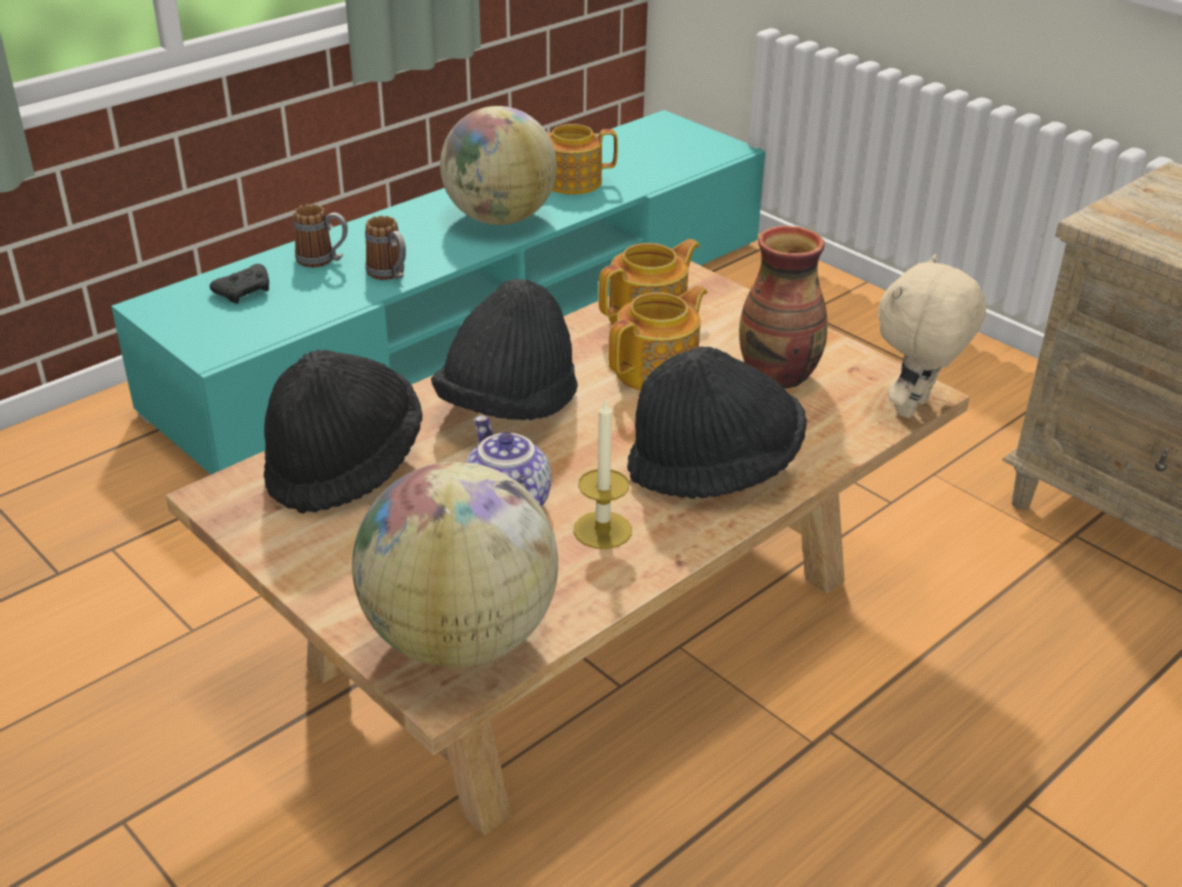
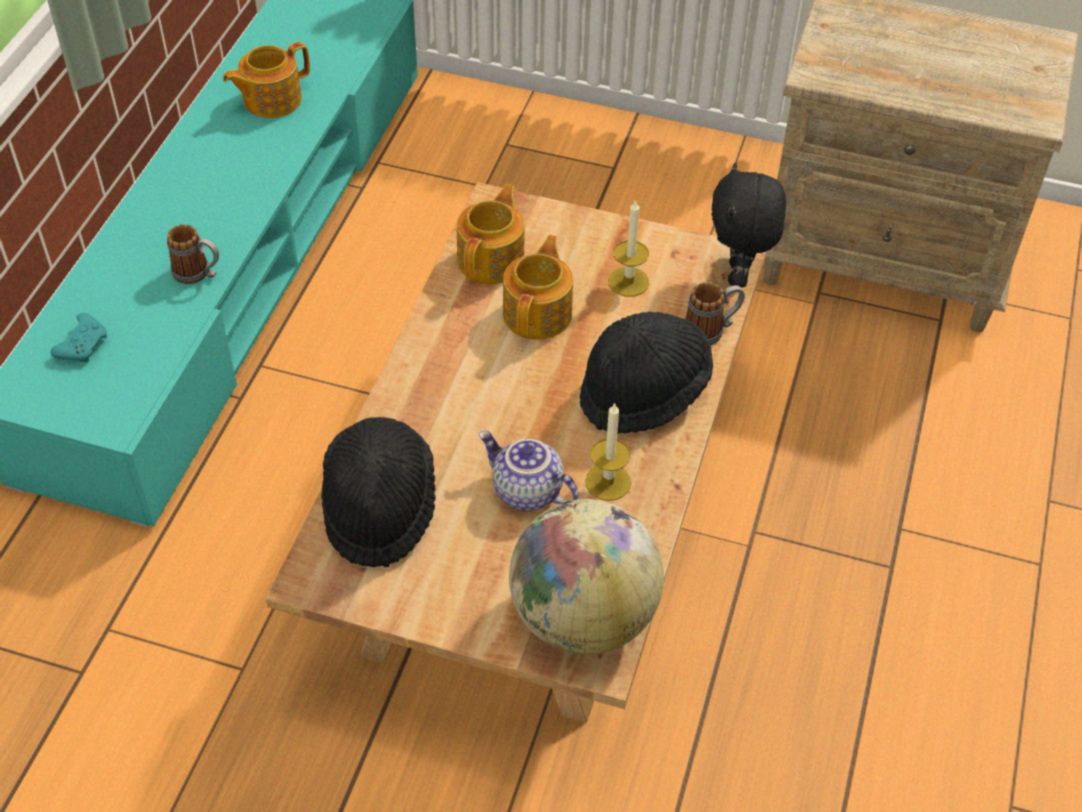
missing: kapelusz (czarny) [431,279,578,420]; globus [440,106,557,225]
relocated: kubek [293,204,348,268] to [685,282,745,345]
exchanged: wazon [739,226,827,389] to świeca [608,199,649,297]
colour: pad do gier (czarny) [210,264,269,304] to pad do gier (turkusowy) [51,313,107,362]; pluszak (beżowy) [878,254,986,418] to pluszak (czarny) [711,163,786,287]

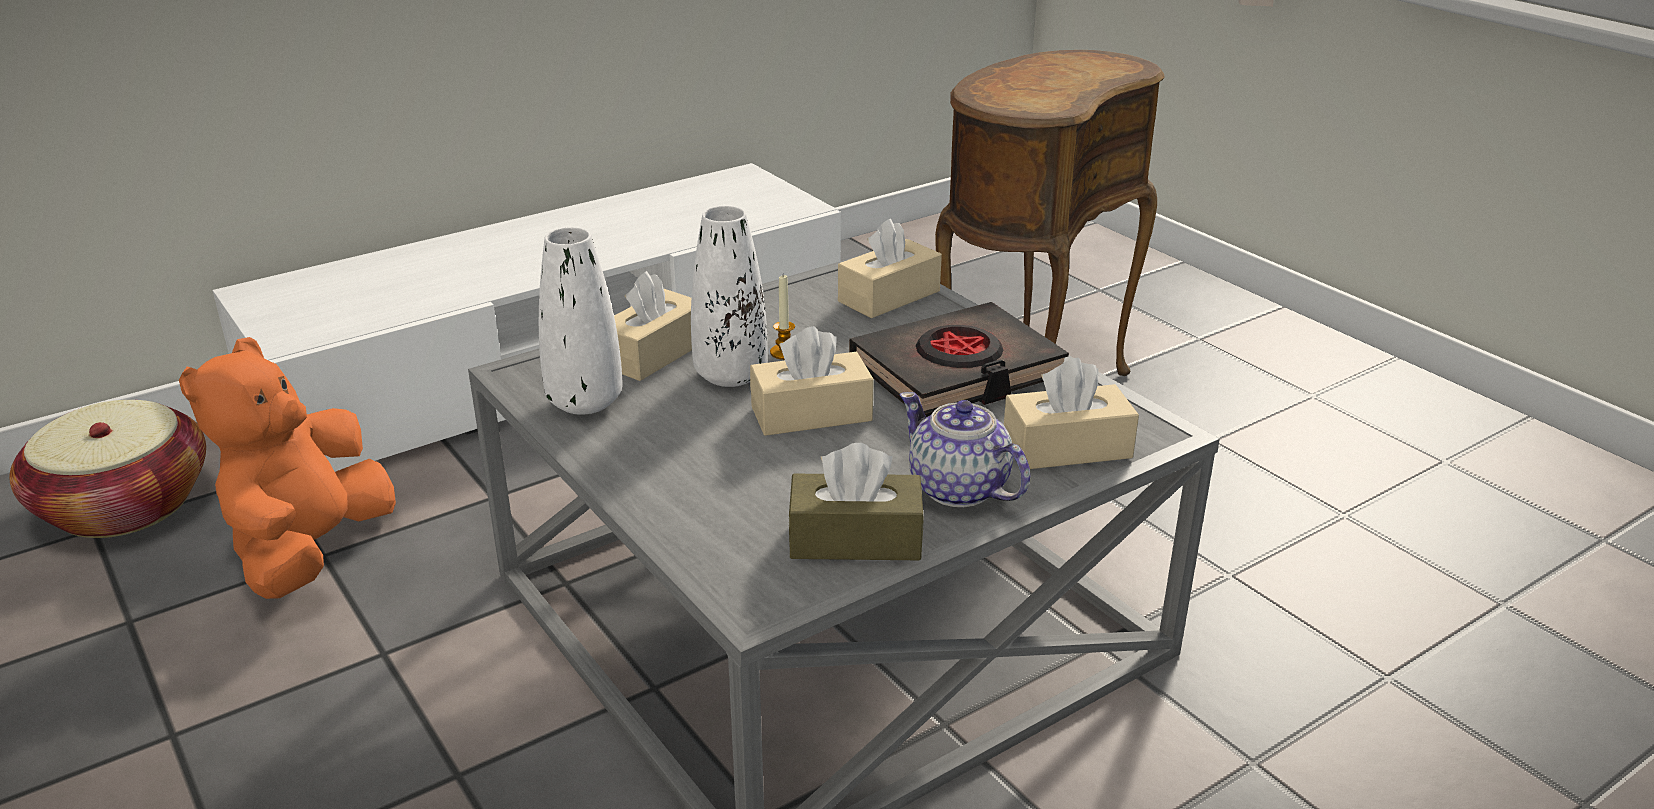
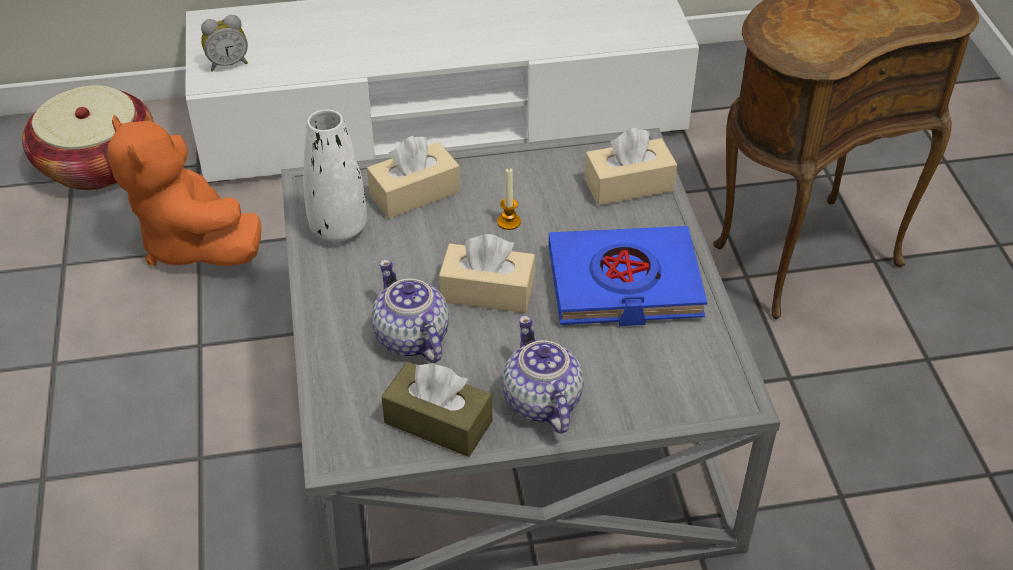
missing: wazon (biały) [691,206,768,387]; pudełko chusteczek (beżowy) [1004,358,1139,469]
appeared: budzik [201,15,248,72]; imbryk [372,259,449,363]
colour: książka (czarny) [849,302,1069,417] to książka (niebieski) [549,226,707,326]
spun: pluszak (pomarańczowy) [179,337,396,599] = [107,115,261,266] 75 degrees counterclockwise

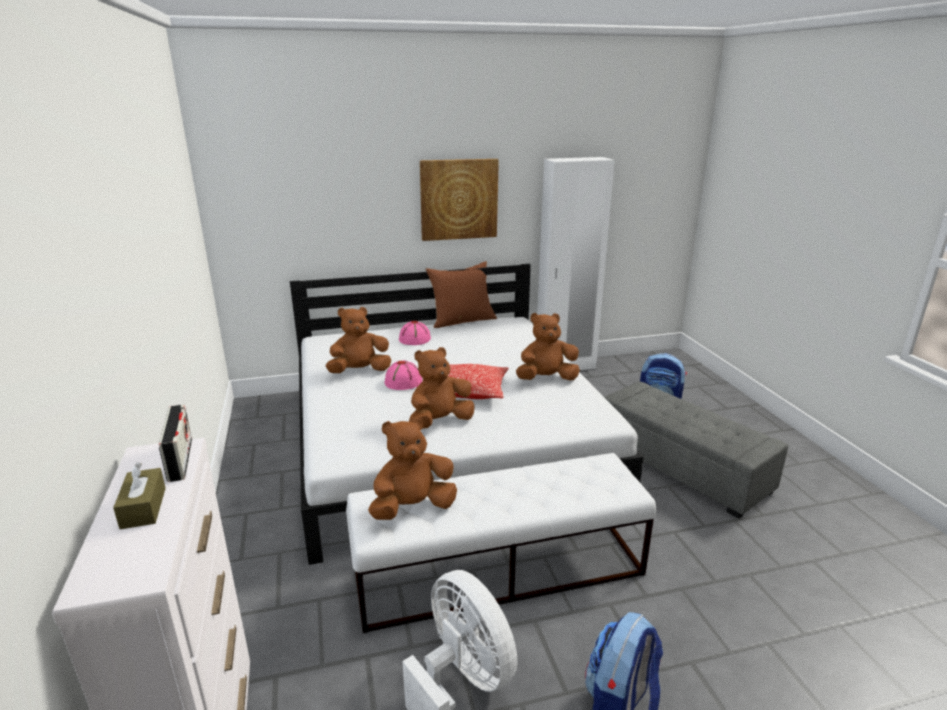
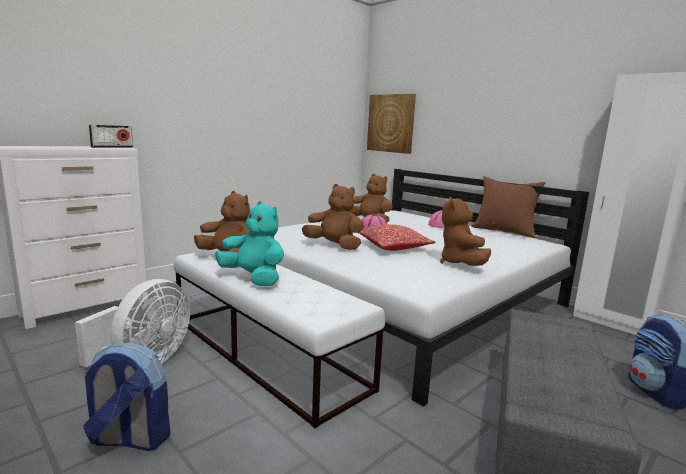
missing: pudełko chusteczek (brązowy) [113,462,166,529]
appeared: pluszak (turkusowy) [215,201,284,286]
relocated: obraz [420,159,499,241] to [367,94,416,154]
spun: pluszak (brązowy) [516,313,580,380] = [440,197,491,266] 135 degrees counterclockwise

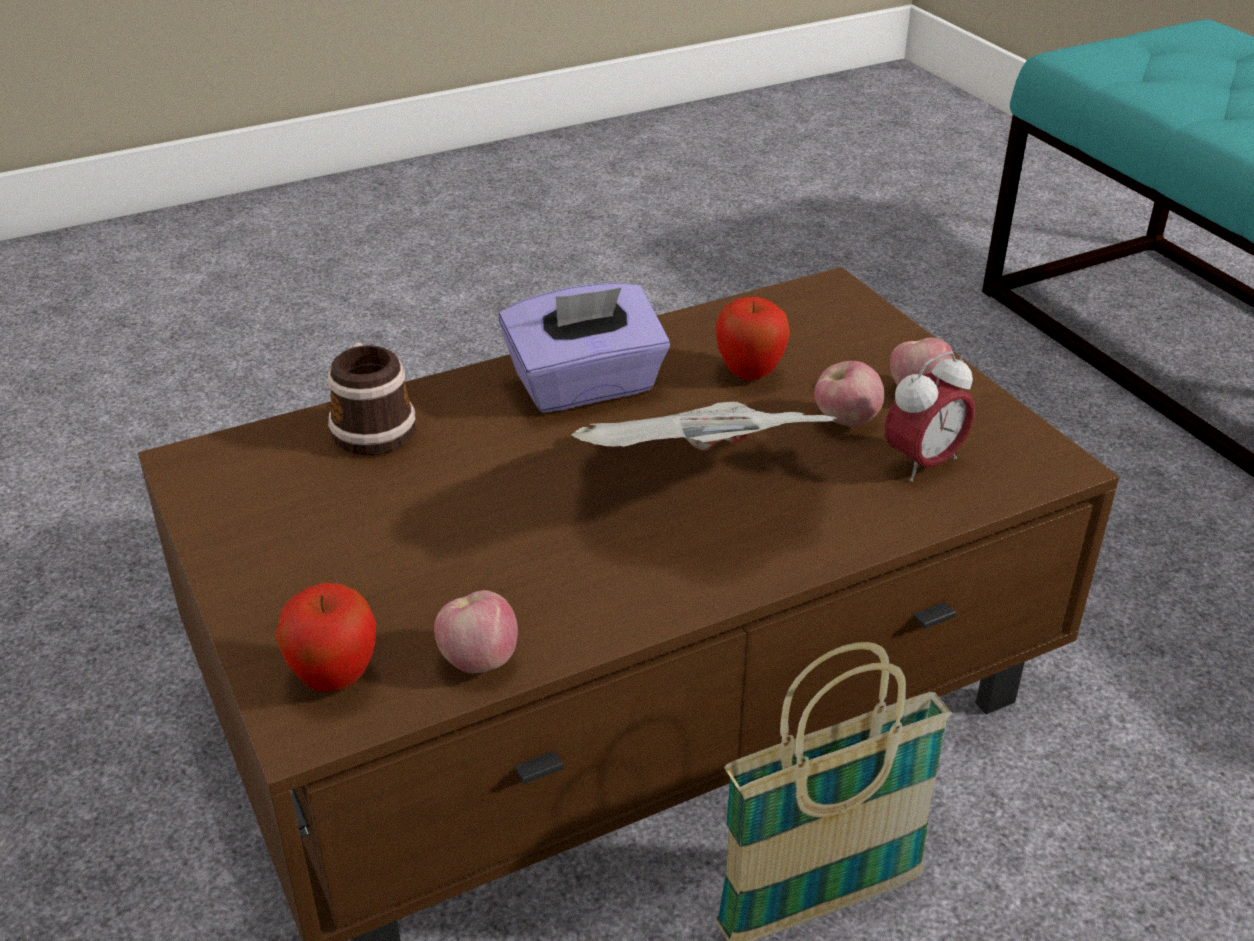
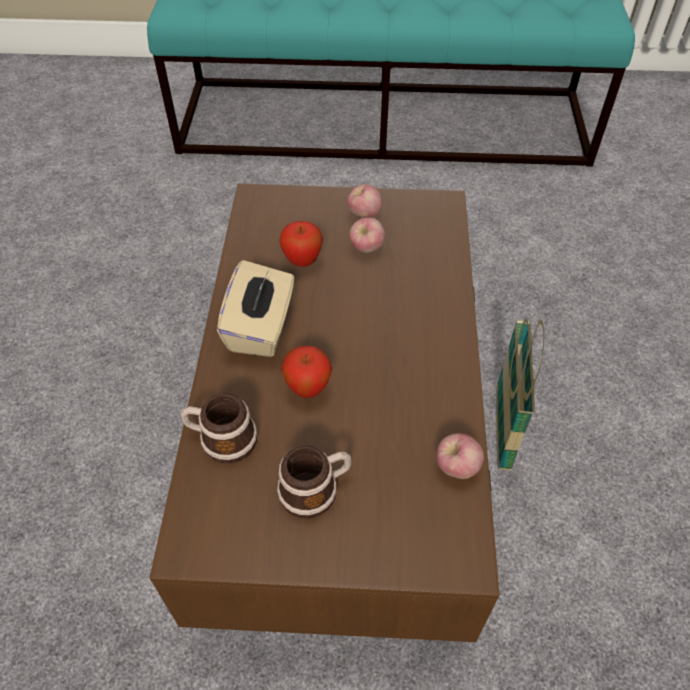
missing: gazeta [571,401,836,451]; budzik [885,351,975,482]
appeared: kubek [277,445,351,518]
relocated: jabłko [276,583,376,691] to [281,346,332,398]
colour: pudełko chusteczek (fioletowy) [499,282,670,413] to pudełko chusteczek (beżowy) [217,260,294,357]

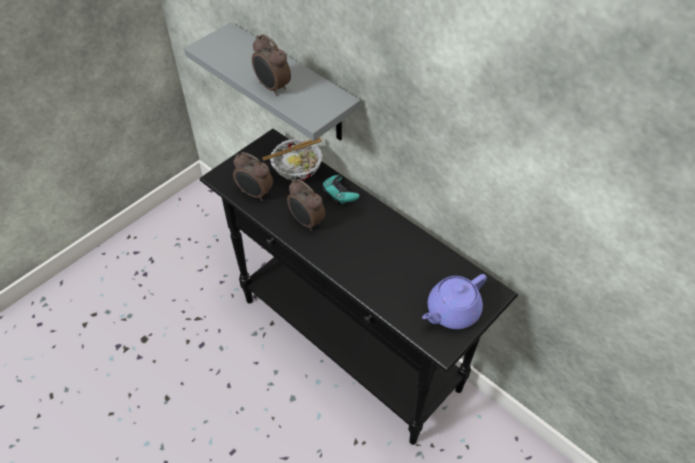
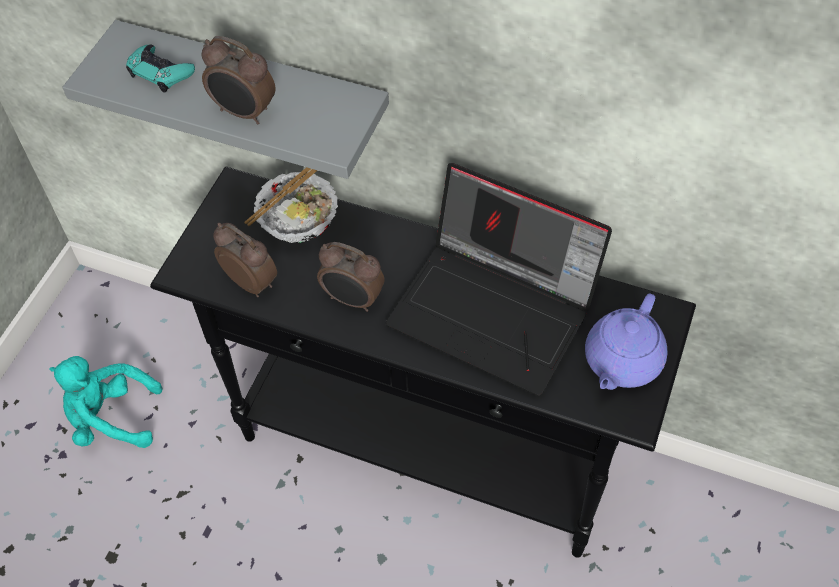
appeared: pluszak (turkusowy) [49,356,162,448]; laptop [386,163,612,396]
relocated: pad do gier (turkusowy) [322,175,360,206] to [126,45,195,93]
spun: budzik [233,152,273,201] = [213,223,277,297] 150 degrees counterclockwise

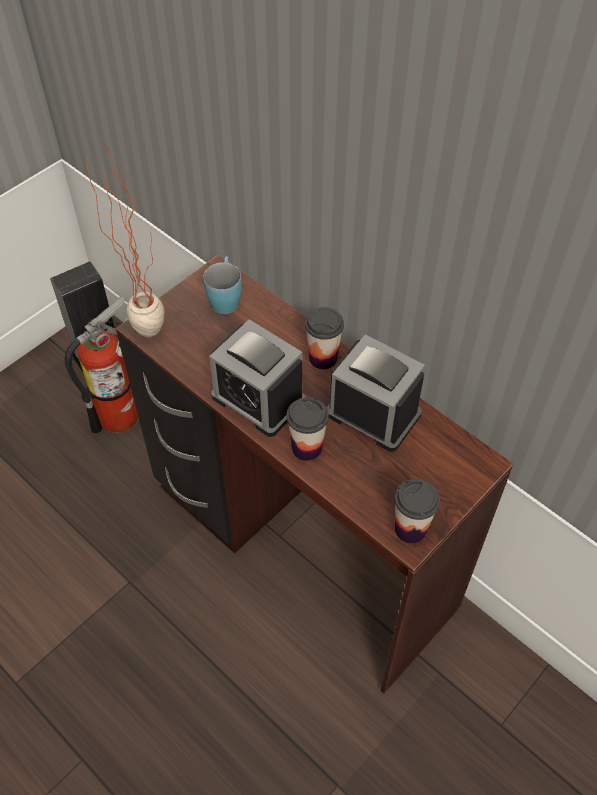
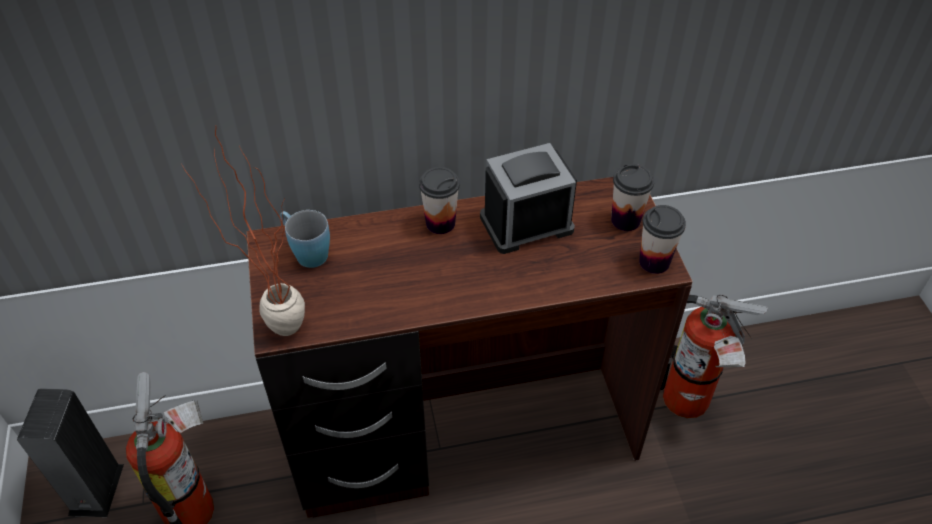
missing: budzik [209,320,306,437]
appeared: gaśnica [660,295,768,418]
relocated: filiżanka [286,397,329,461] to [611,164,654,231]

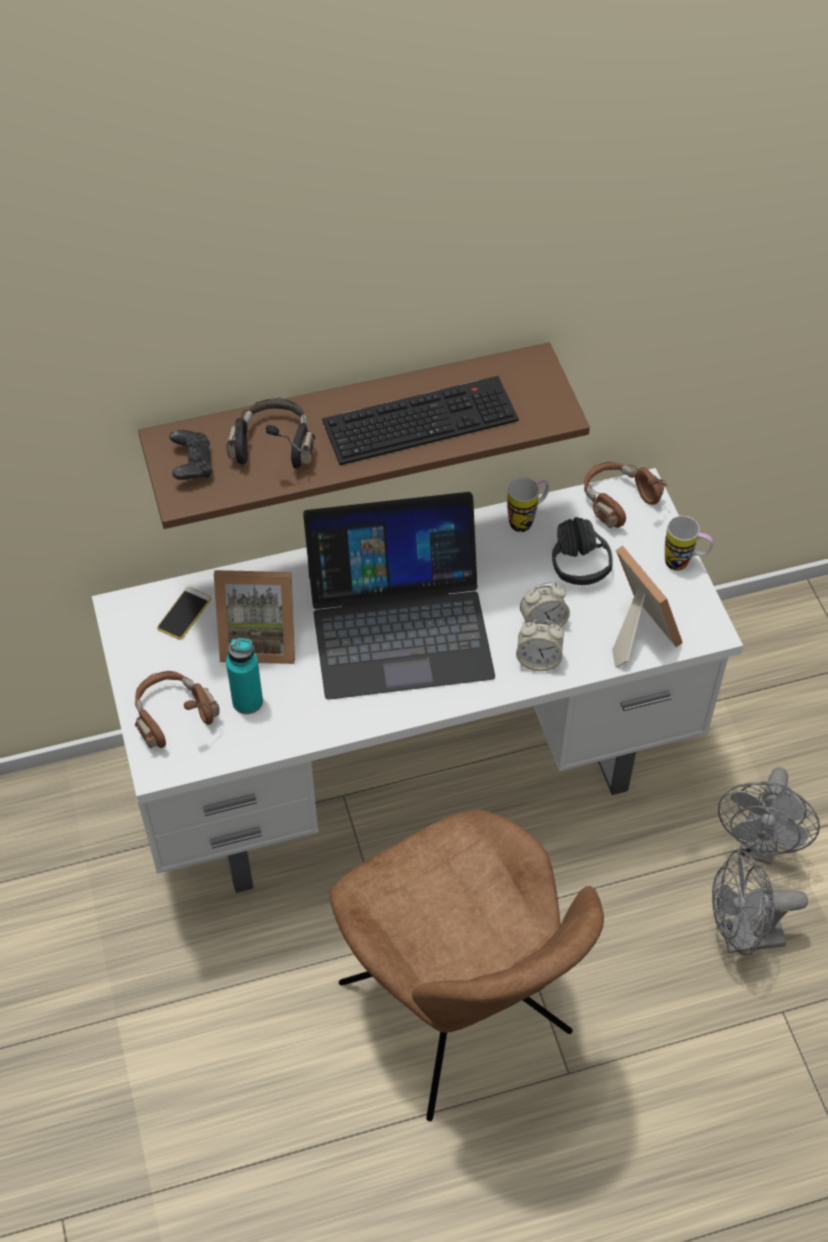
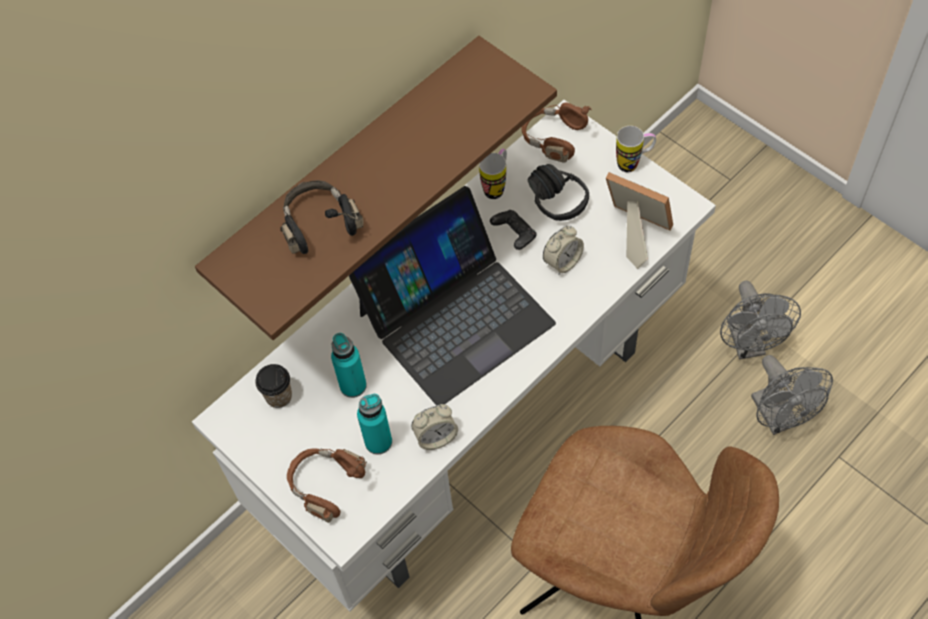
missing: klawiatura [322,376,519,465]
relocated: budzik [516,619,564,671] to [411,404,458,450]; pad do gier (czarny) [169,430,213,480] to [490,210,537,250]
exchanged: telefon [157,587,212,640] to filiżanka [255,364,292,408]; ramka na zdjęcie [214,570,295,664] to butelka (turkusowy) [331,333,367,398]
spun: wentylator (szary) [712,850,808,956] = [751,355,833,435] 75 degrees counterclockwise

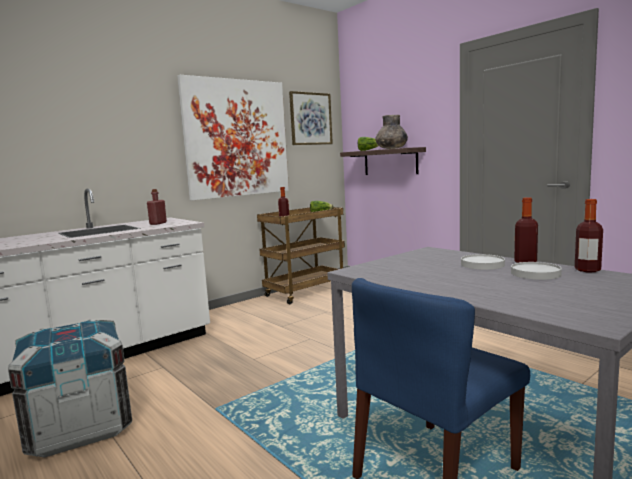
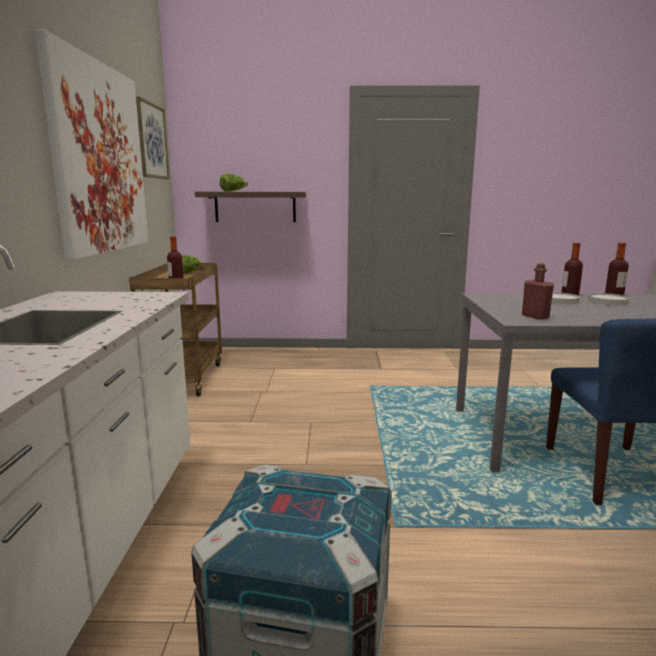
missing: wazon (szary) [375,115,408,149]
relocated: butelka (czerwony) [147,189,167,225] to [522,264,554,320]

